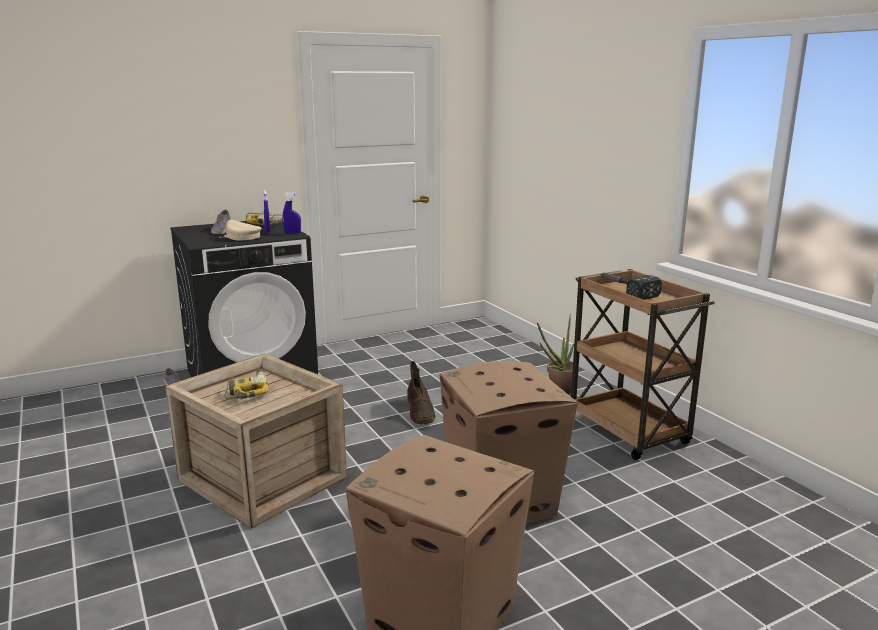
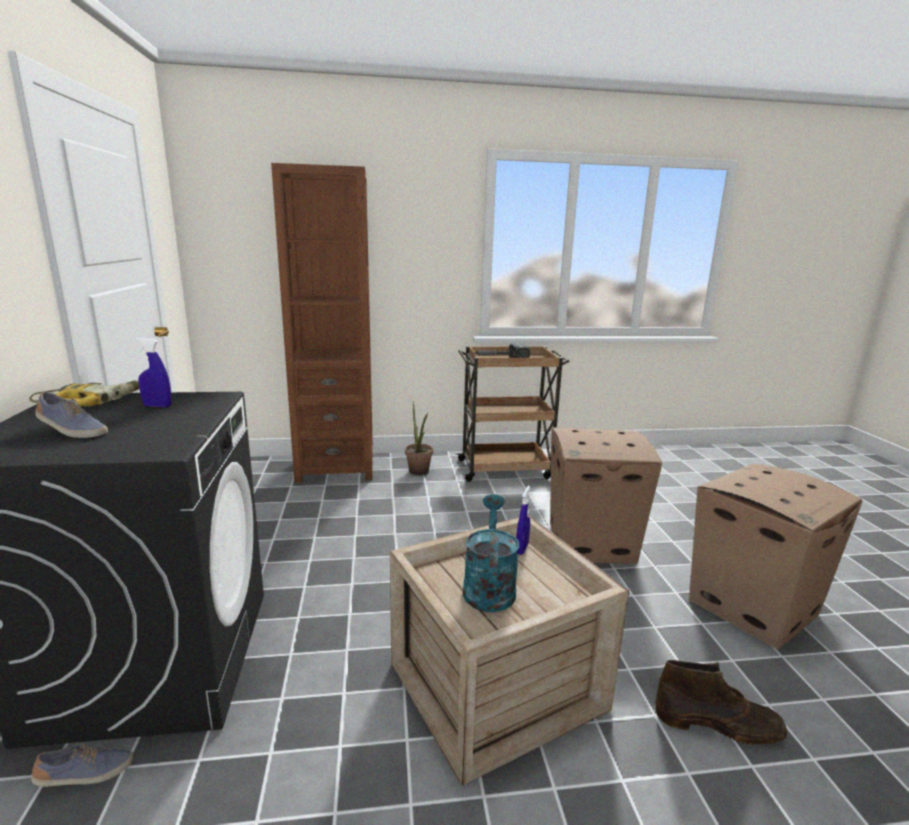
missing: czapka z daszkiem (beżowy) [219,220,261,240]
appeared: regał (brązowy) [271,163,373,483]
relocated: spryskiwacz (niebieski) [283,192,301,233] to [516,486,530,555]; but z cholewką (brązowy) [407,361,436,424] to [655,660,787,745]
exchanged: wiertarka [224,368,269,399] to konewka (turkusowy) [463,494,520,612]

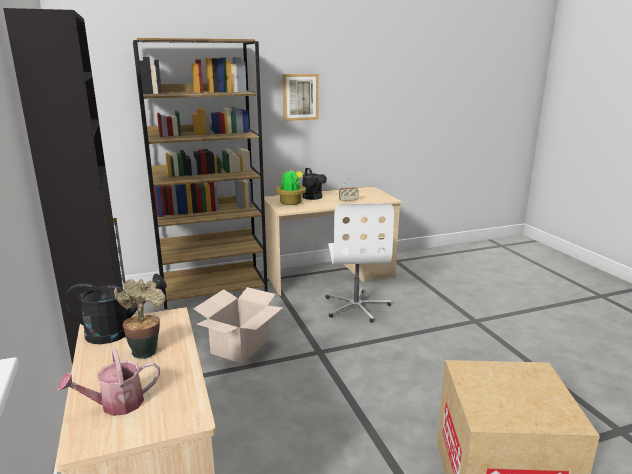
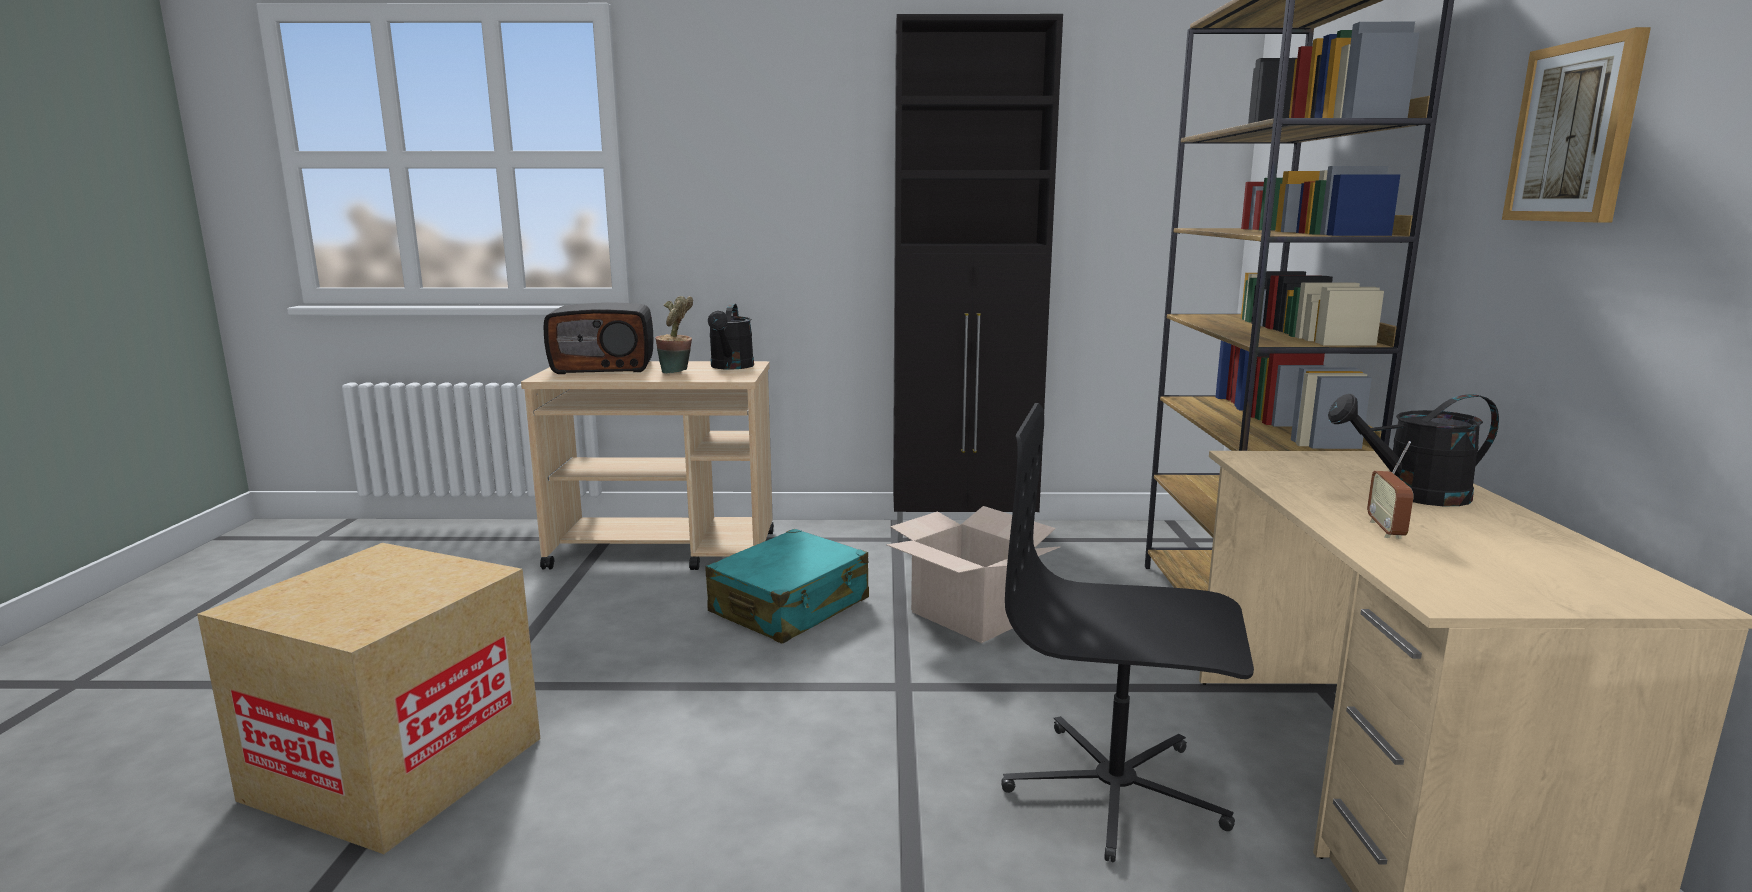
missing: roślina doniczkowa [275,168,306,205]
appeared: walizka (turkusowy) [706,529,869,644]
exchanged: konewka [57,349,160,416] to radio [544,303,653,374]
colour: krzesło biurowe (biały) [326,203,394,323] to krzesło biurowe (czarny) [1001,403,1254,862]

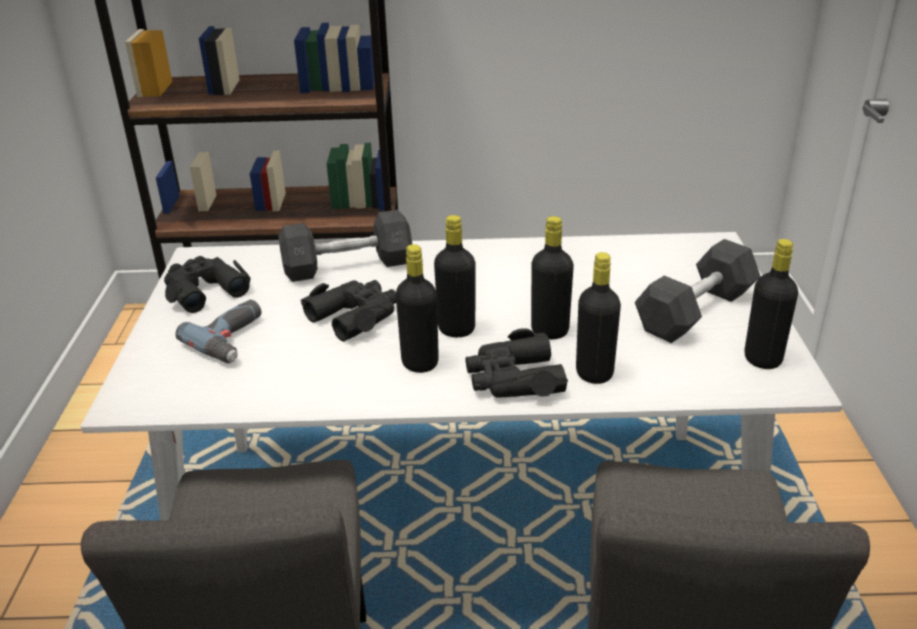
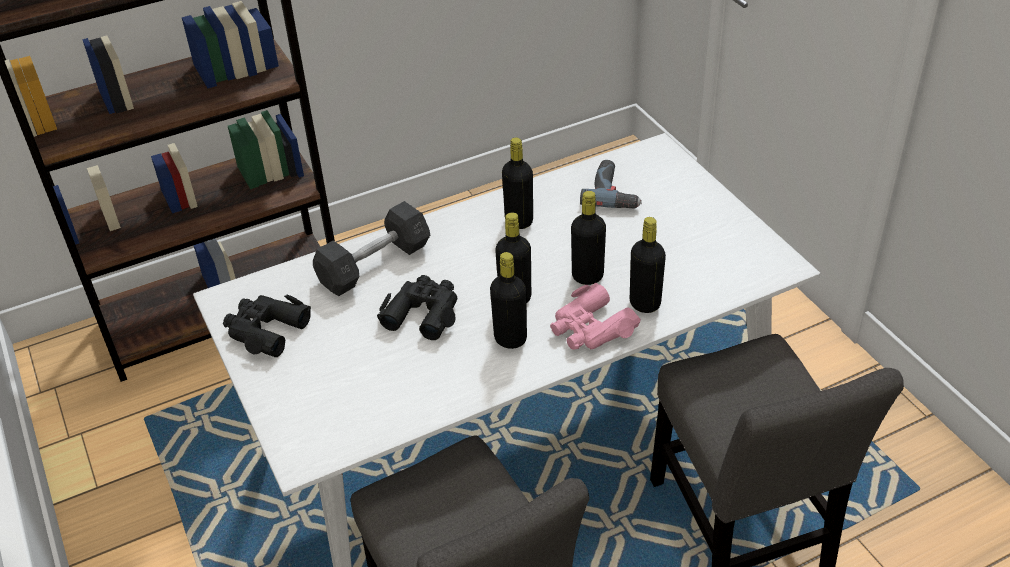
missing: hantel (szary) [635,239,761,343]
relocated: butelka (czarny) [745,239,798,369] to [502,137,533,229]; wiertarka [175,300,261,363] to [580,160,642,208]
colour: lornetka (czarny) [465,328,568,397] to lornetka (różowy) [550,283,641,350]

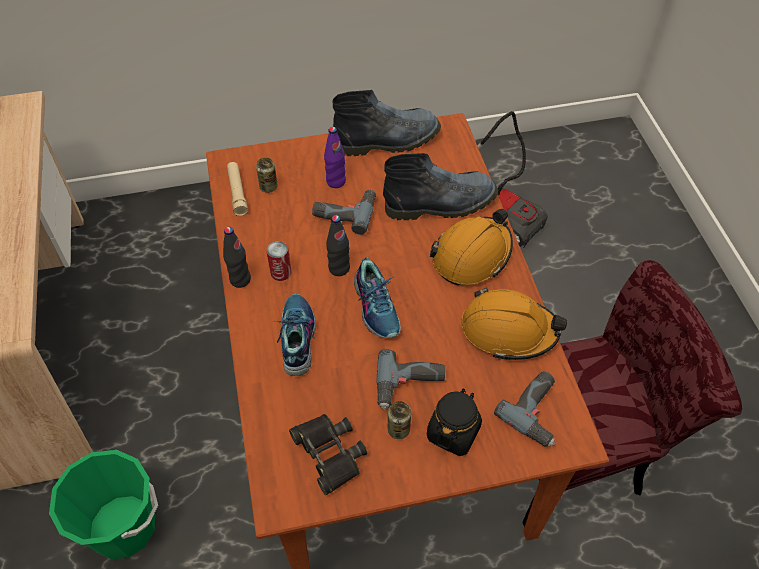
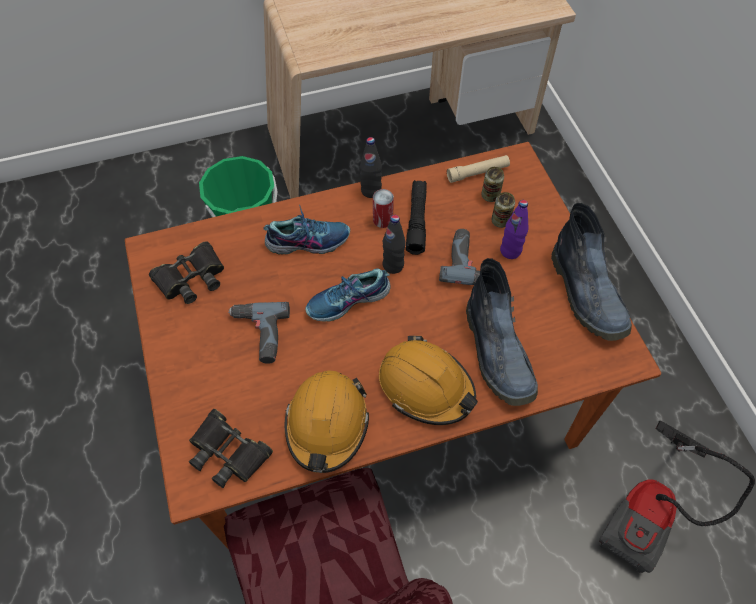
missing: słoik (czarny) [427,389,482,456]
appeared: latarka (czarny) [406,180,427,255]
relocated: puszka [388,401,411,439] to [491,192,515,228]
exchanged: wiertarka [494,371,555,447] to lornetka (czarny) [189,409,273,488]

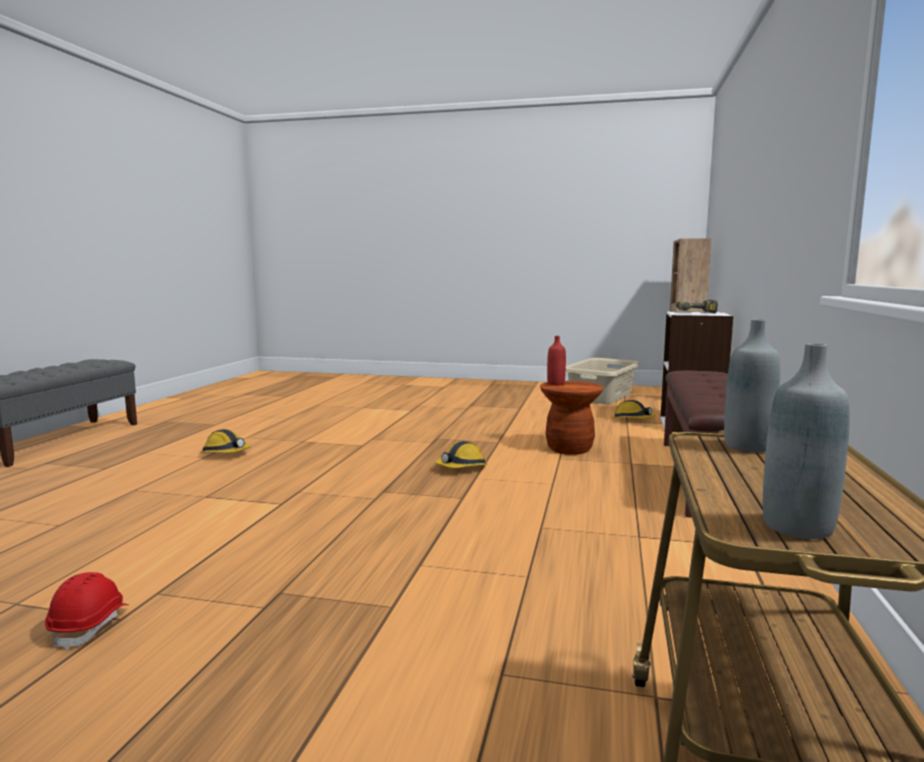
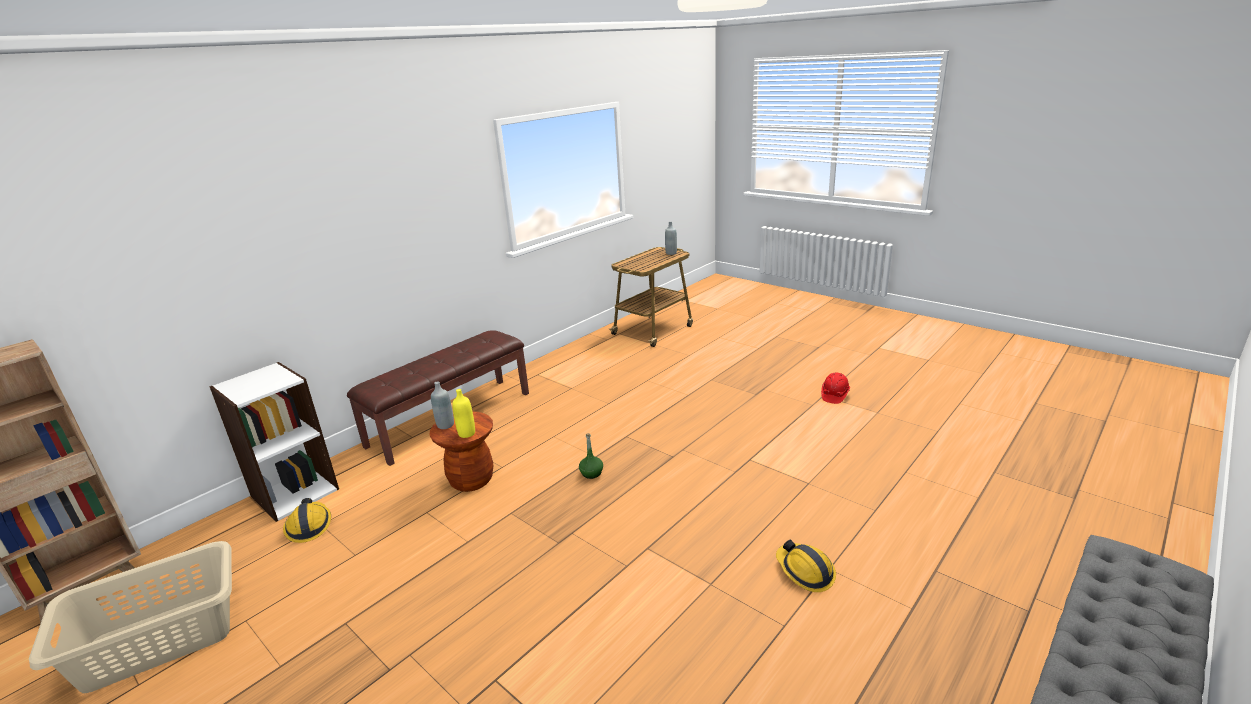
missing: wiertarka [676,300,718,313]
relocated: butelka (szary) [724,319,780,452] to [431,381,454,429]
exchanged: kask [435,441,488,468] to butelka (zielony) [579,433,603,479]
colour: butelka (czerwony) [547,336,566,386] to butelka (żółty) [452,389,475,438]

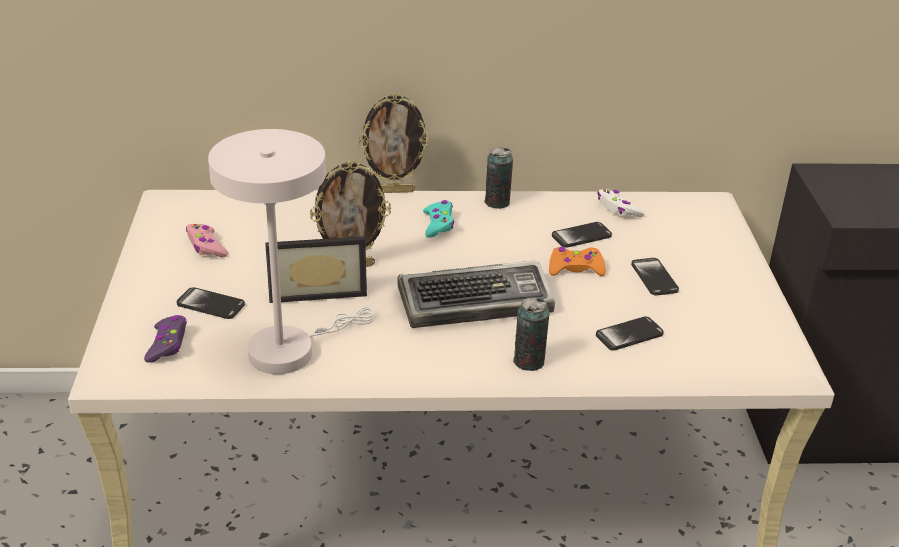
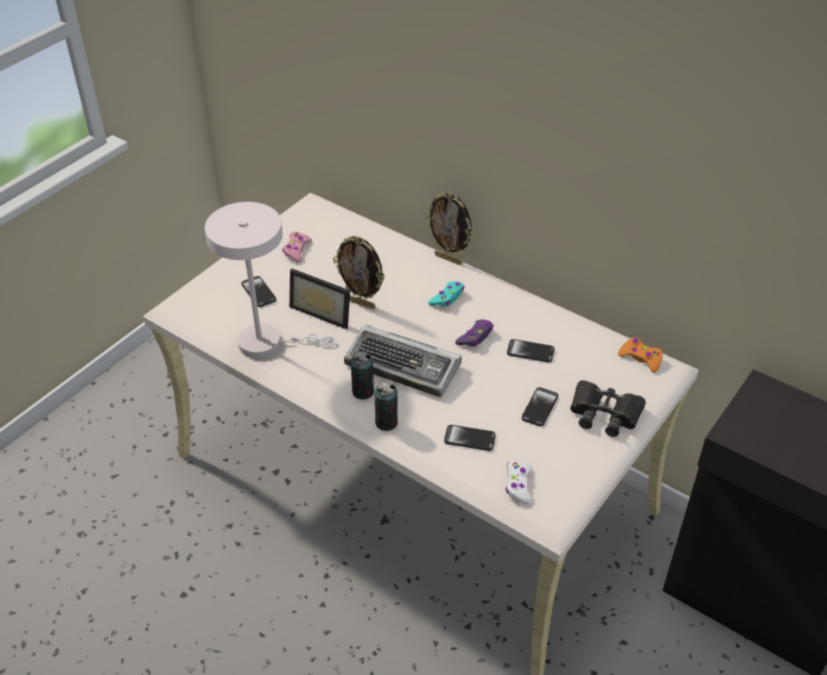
appeared: lornetka (czarny) [570,380,646,437]
relocated: puszka [484,147,513,209] to [351,351,374,400]; pad do gier (fioletowy) [144,315,187,363] to [455,319,494,347]; pad do gier (biały) [597,189,645,218] to [506,461,532,505]; pad do gier (pomarańczowy) [549,247,606,276] to [618,338,663,372]

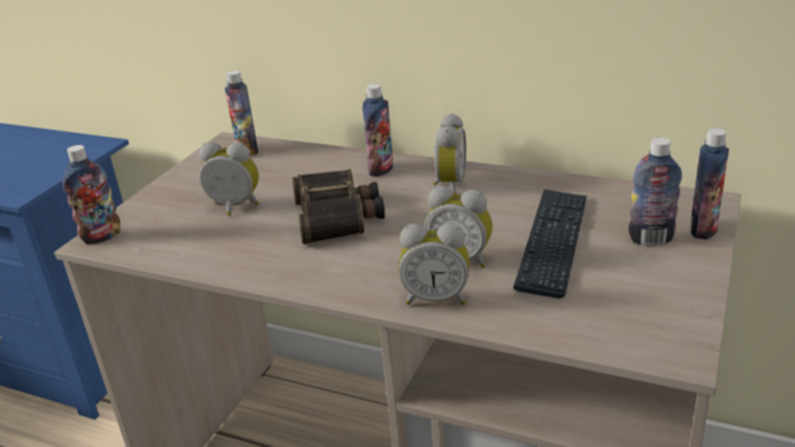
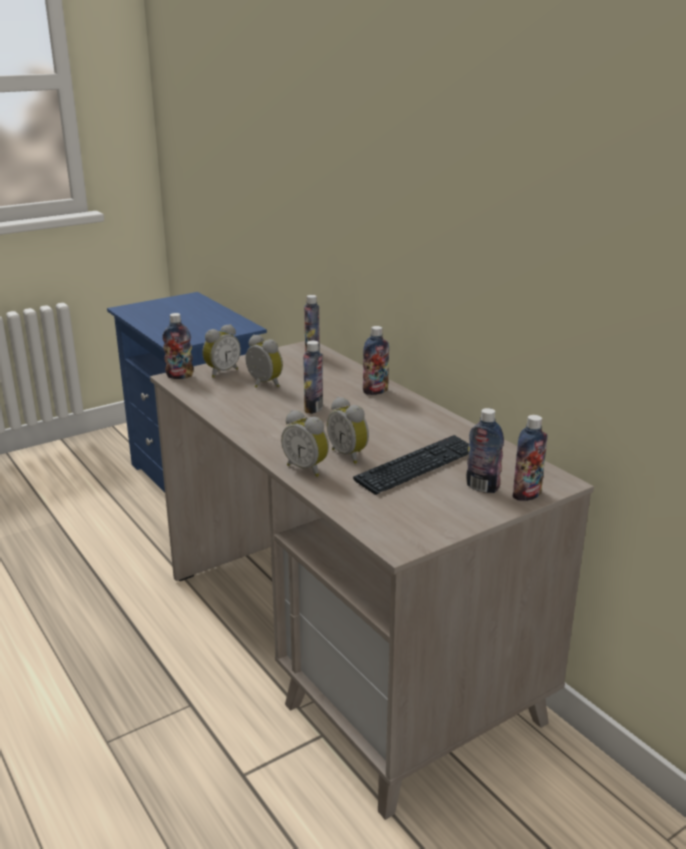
relocated: budzik [433,113,466,194] to [202,324,241,378]
exchanged: lornetka [292,169,385,244] to butelka [303,341,323,414]

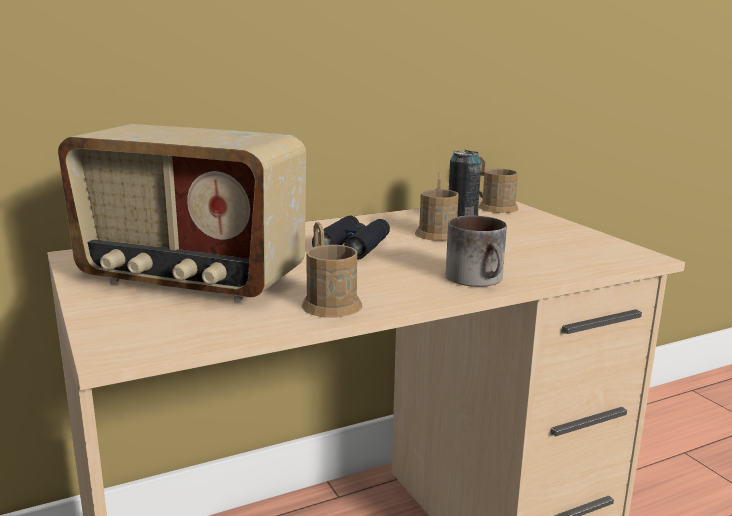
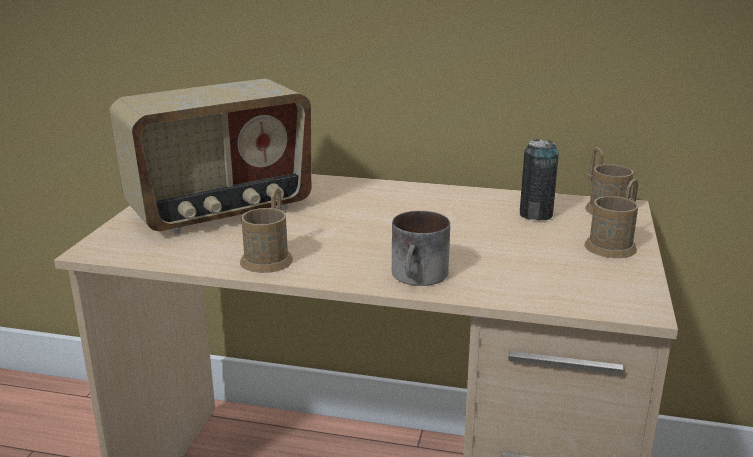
missing: lornetka (czarny) [312,216,390,260]
relocated: kubek (brązowy) [415,172,459,241] to [584,179,639,258]
spun: radio [58,124,306,303] = [109,79,312,234] 90 degrees counterclockwise

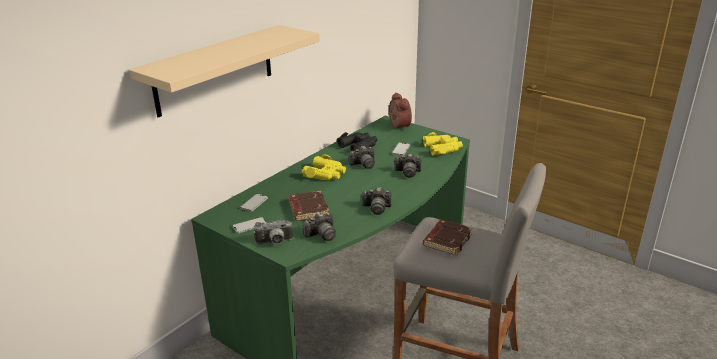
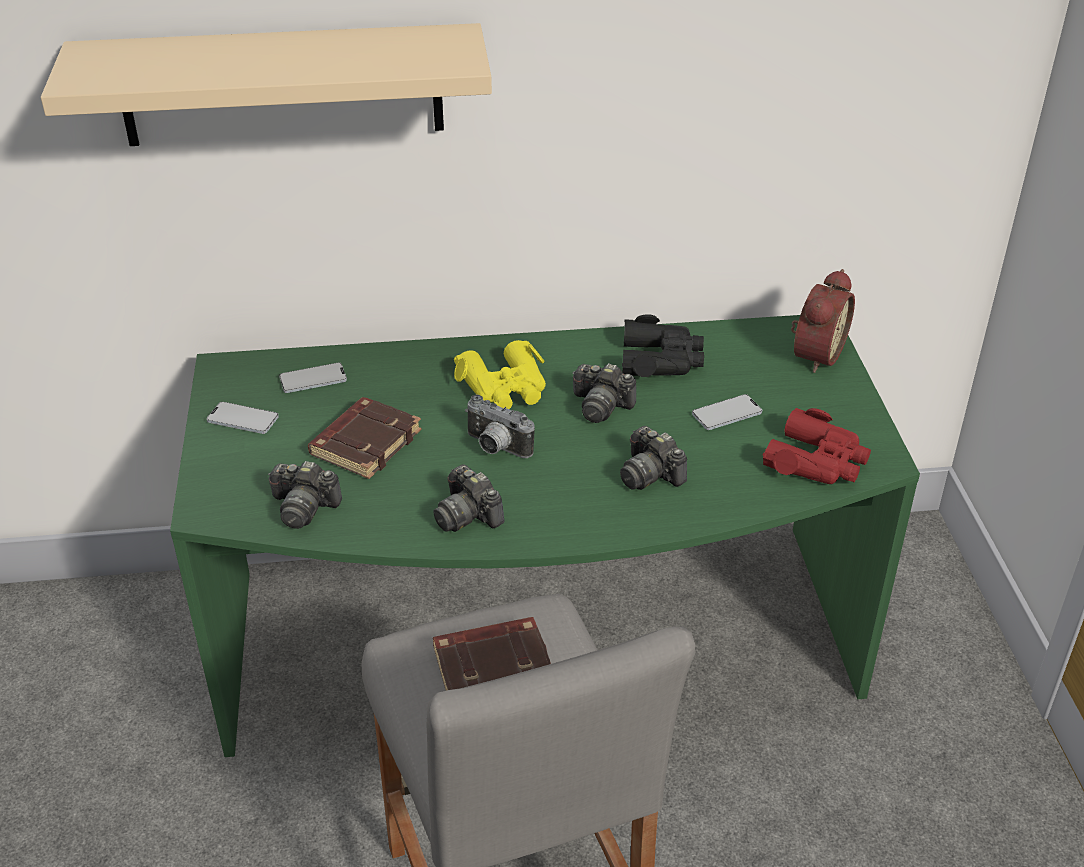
relocated: aparat fotograficzny [254,220,293,244] to [465,395,535,458]
colour: lornetka (żółty) [423,132,463,155] to lornetka (czerwony) [763,408,871,484]

